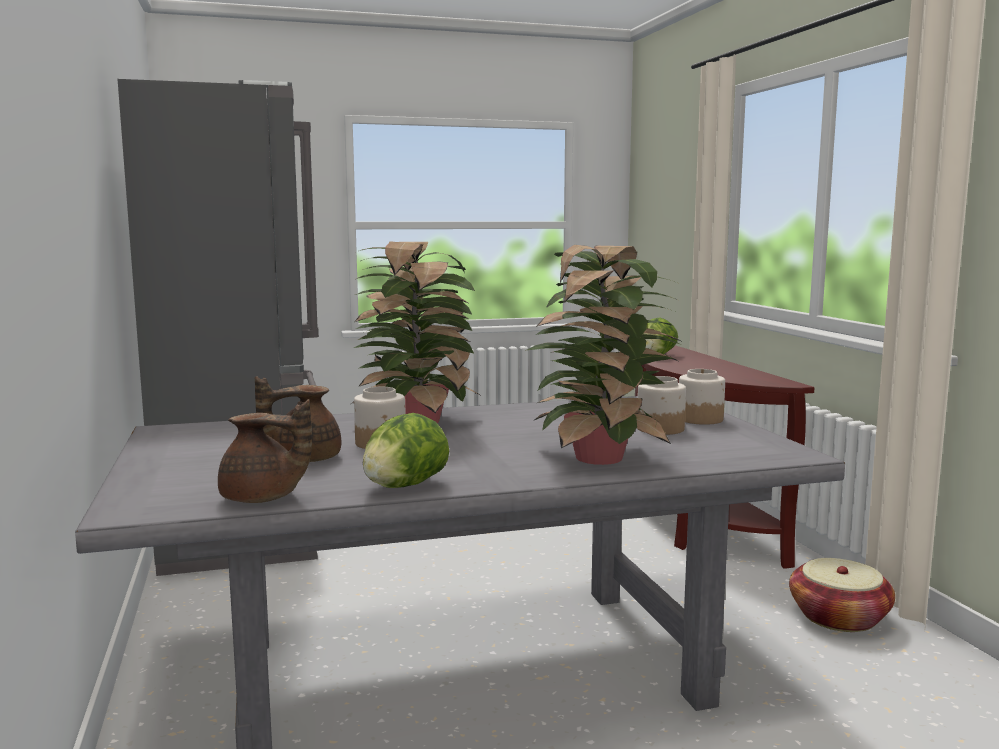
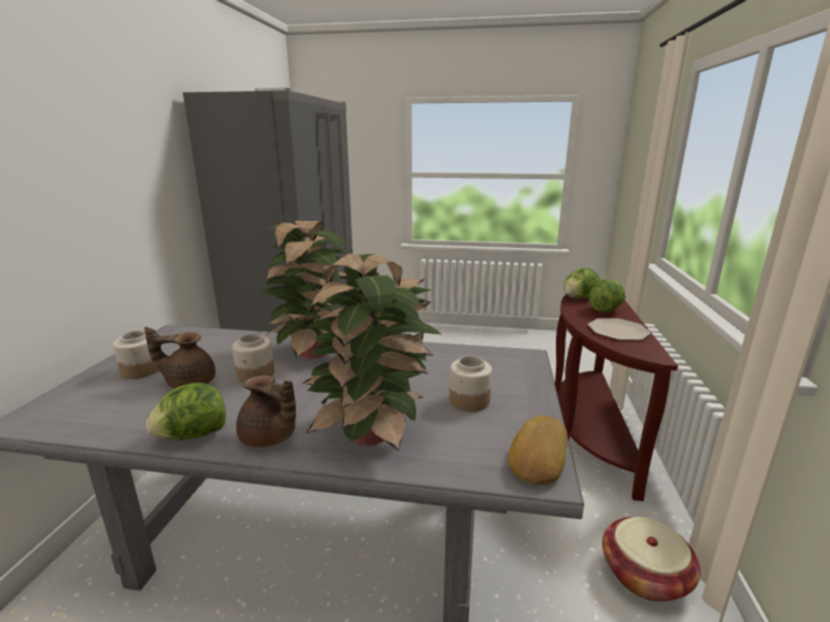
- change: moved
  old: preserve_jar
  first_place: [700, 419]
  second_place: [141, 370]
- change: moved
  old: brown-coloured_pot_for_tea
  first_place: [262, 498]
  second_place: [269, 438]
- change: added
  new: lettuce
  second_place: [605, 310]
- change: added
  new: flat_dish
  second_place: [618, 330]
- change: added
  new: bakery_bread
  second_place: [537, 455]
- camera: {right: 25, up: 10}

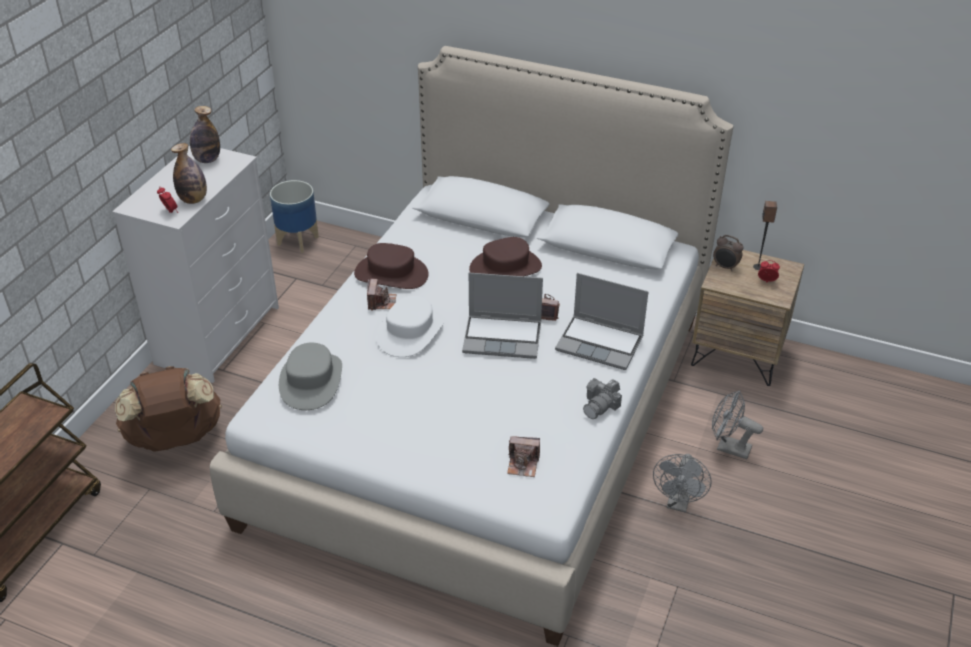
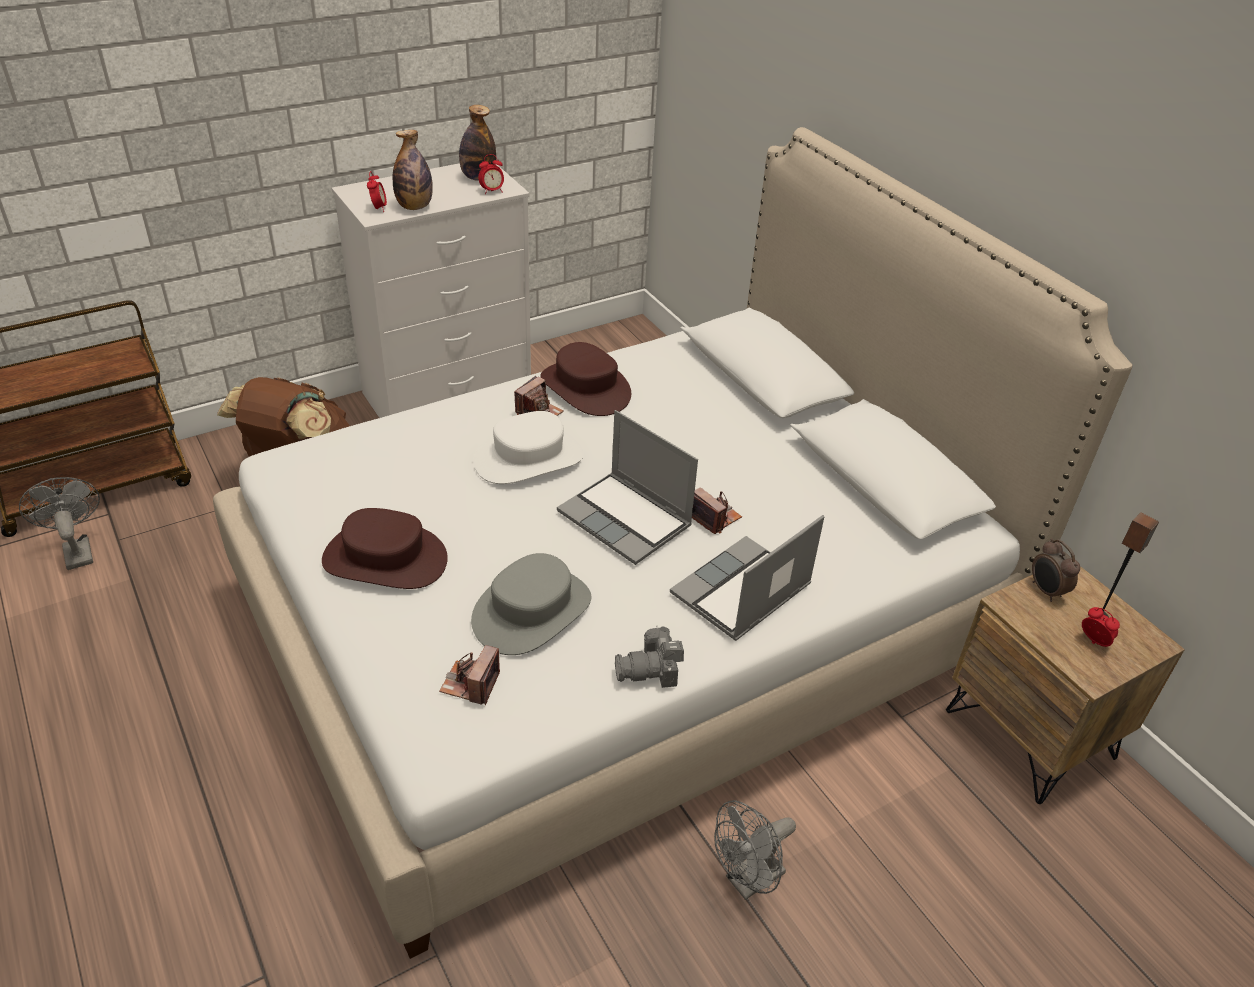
- change: removed
  old: flower_pot
  first_place: [298, 240]
- change: moved
  old: brown-coloured_hat
  first_place: [505, 268]
  second_place: [385, 559]
- change: turned
  old: notebook_computer
  first_place: [601, 343]
  second_place: [741, 592]
  degrees: 75
- change: moved
  old: grey_hat
  first_place: [311, 381]
  second_place: [531, 611]
- change: moved
  old: grey_electric_fan
  first_place: [728, 447]
  second_place: [76, 550]
- change: turned
  old: still_camera
  first_place: [523, 464]
  second_place: [471, 684]
  degrees: 60
- change: added
  new: bedside_clock
  second_place: [492, 191]
- camera: {right: 35, up: 0}

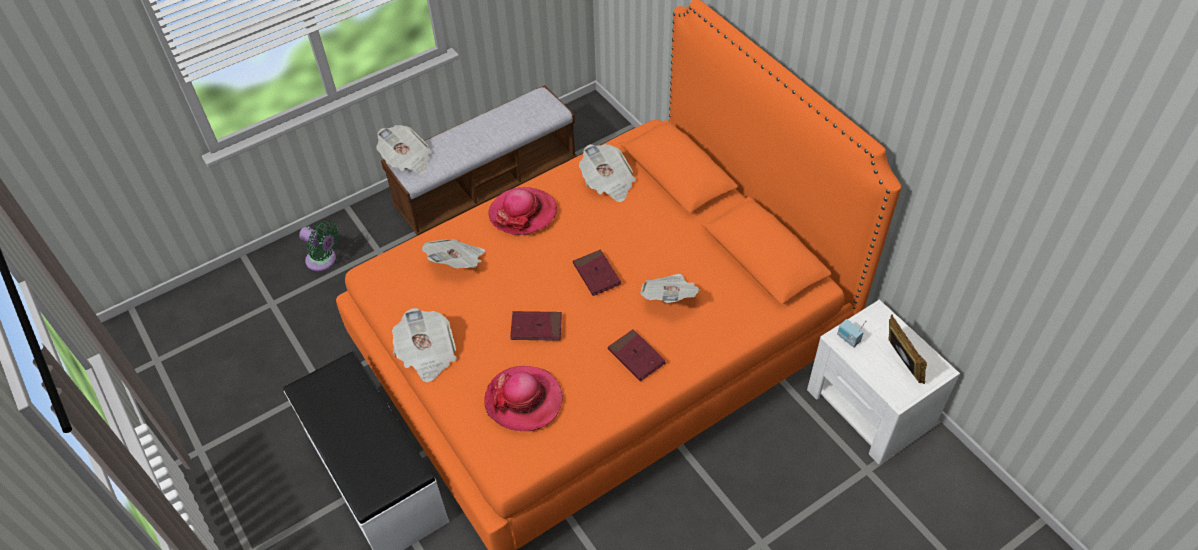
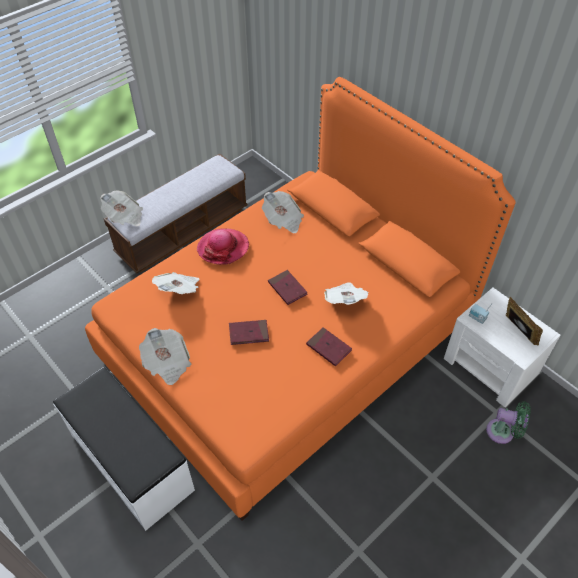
- change: moved
  old: greenish_electric_fan
  first_place: [323, 261]
  second_place: [503, 432]
- change: removed
  old: hat
  first_place: [524, 400]
- camera: {right: -10, up: 0}

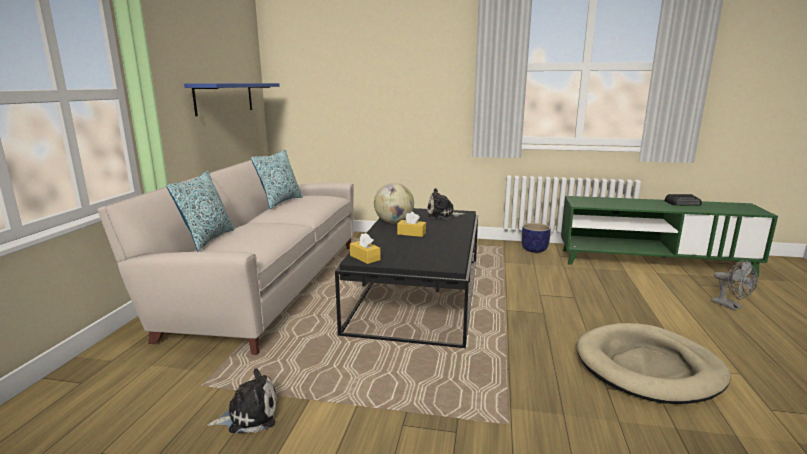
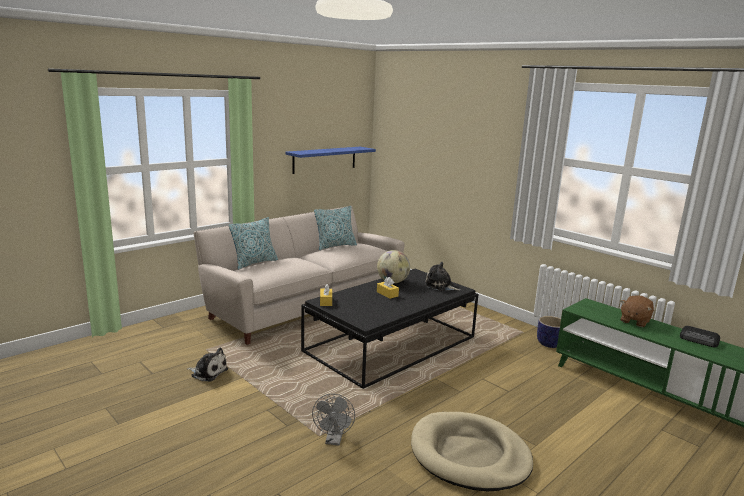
- change: moved
  old: grey_electric_fan
  first_place: [731, 306]
  second_place: [334, 440]
- change: added
  new: brown-coloured_plush_toy
  second_place: [634, 321]
- camera: {right: 35, up: 0}

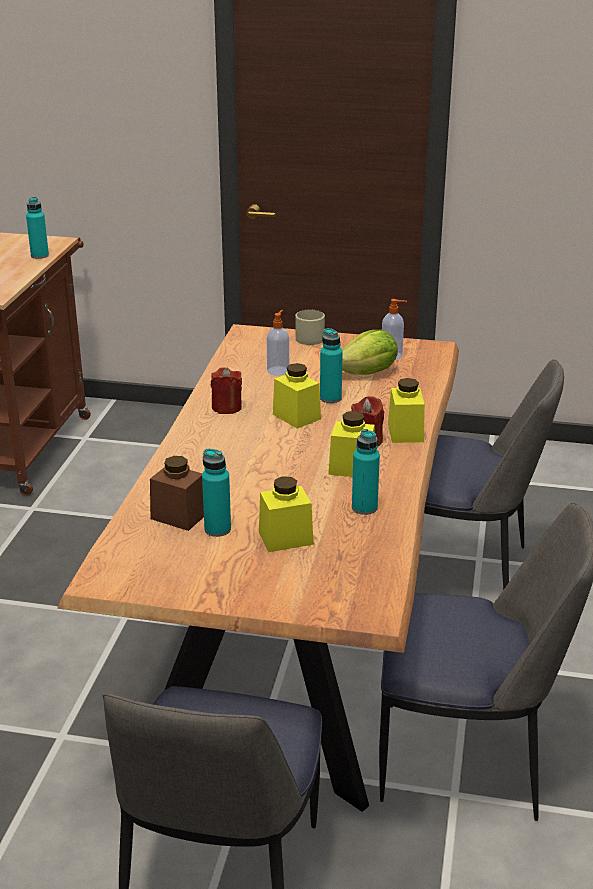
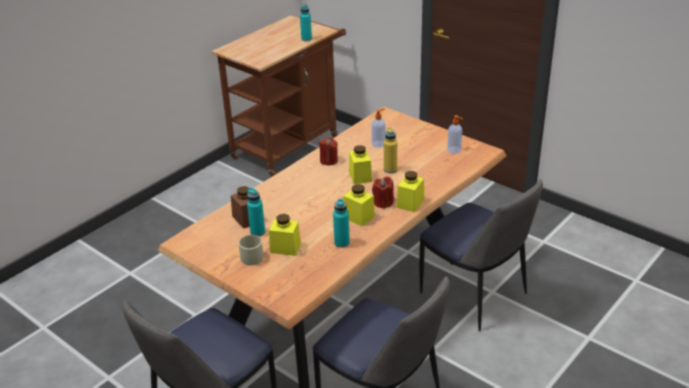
- change: moved
  old: beige-coloured_tea_mug
  first_place: [307, 337]
  second_place: [251, 256]
- change: recoloured
  old: blue-green_beverage_bottle
  new: yellow-coloured_beverage_bottle
  first_place: [330, 398]
  second_place: [390, 169]
- change: removed
  old: lettuce
  first_place: [368, 373]
- camera: {right: 30, up: 5}

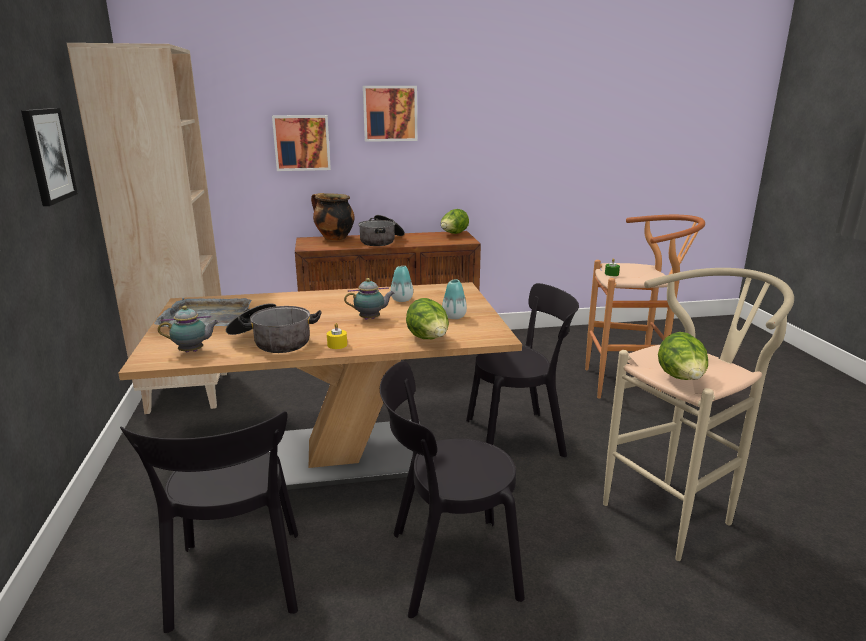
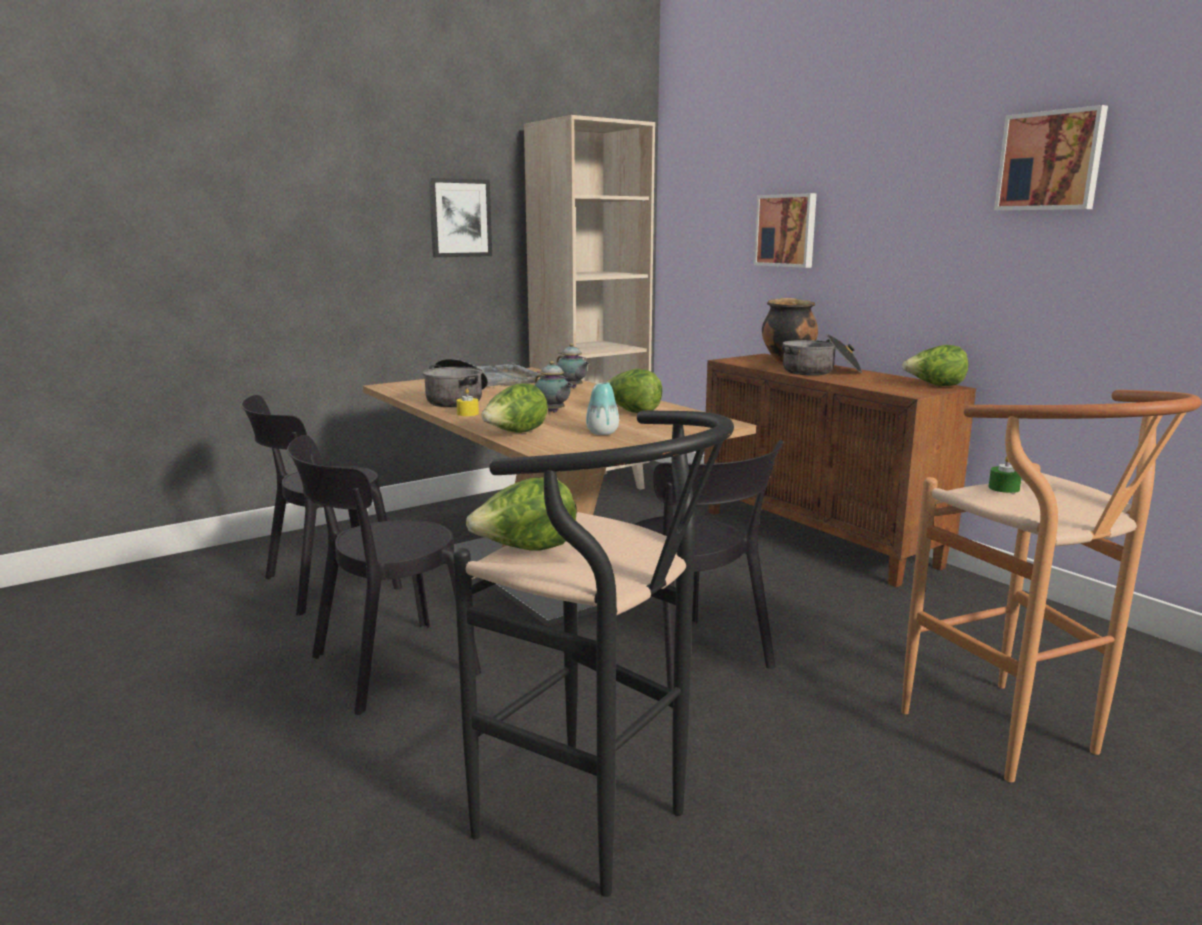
- change: moved
  old: wall_picture
  first_place: [390, 113]
  second_place: [1050, 161]
- change: replaced
  old: flower_vase
  new: lettuce
  first_place: [402, 300]
  second_place: [632, 412]
- change: recoloured
  old: beige-coloured_stool
  new: black_stool
  first_place: [676, 512]
  second_place: [599, 829]
- change: moved
  old: pot_for_tea
  first_place: [193, 351]
  second_place: [572, 388]
- change: turned
  old: black_chair
  first_place: [446, 565]
  second_place: [386, 667]
  degrees: -90
- camera: {right: 65, up: -5}

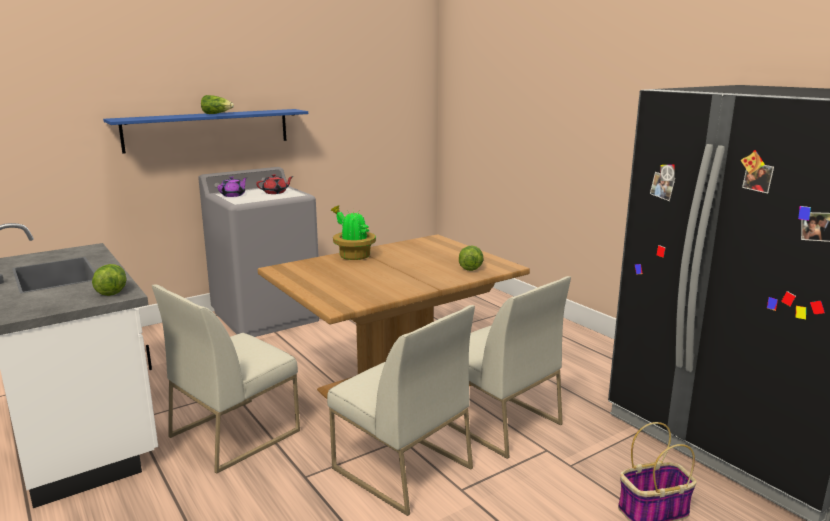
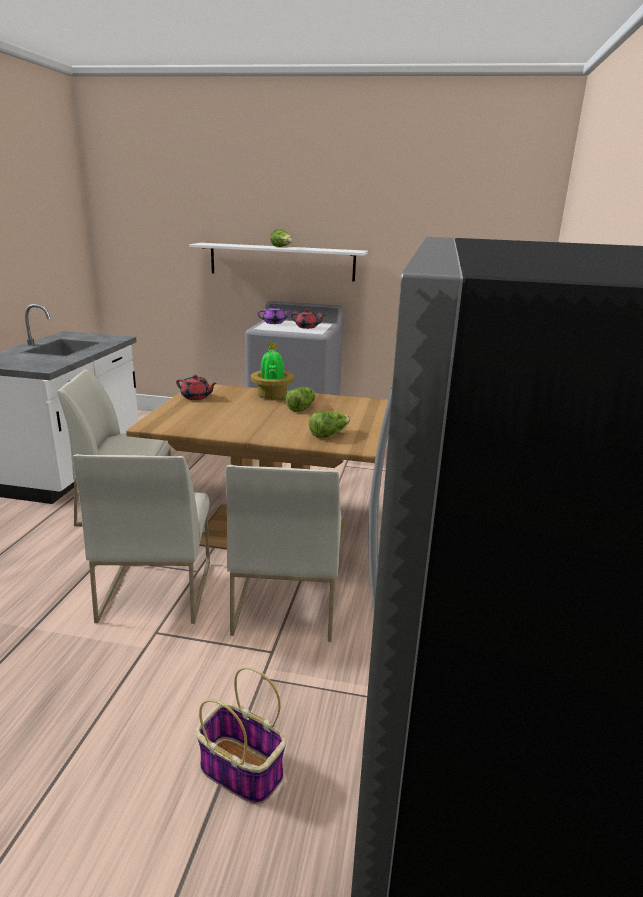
- change: recoloured
  old: blue-coloured_wall_shelf
  new: whitish_wall_shelf
  first_place: [208, 130]
  second_place: [282, 262]
- change: moved
  old: lettuce
  first_place: [111, 290]
  second_place: [301, 408]
- change: added
  new: red_pot_for_tea
  second_place: [196, 397]
- camera: {right: 45, up: 5}

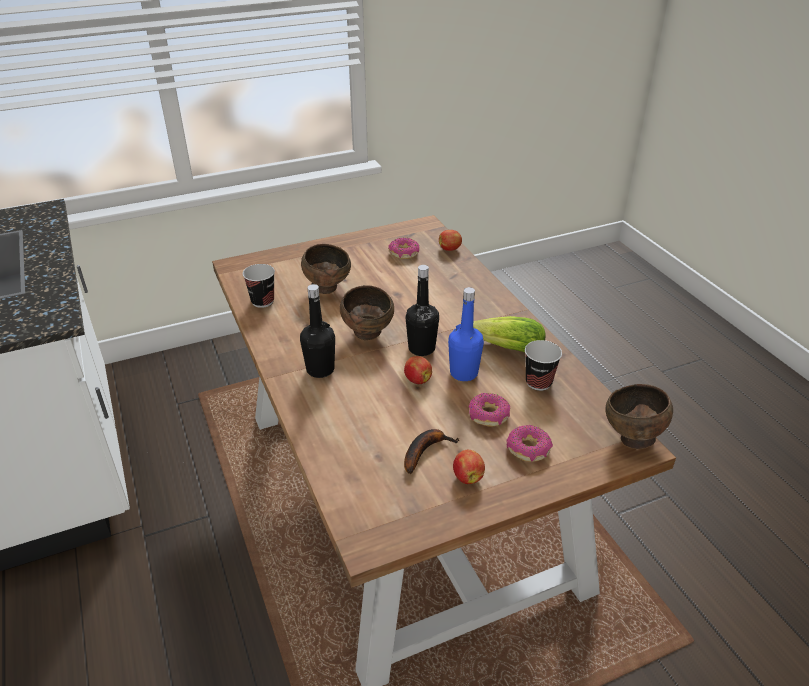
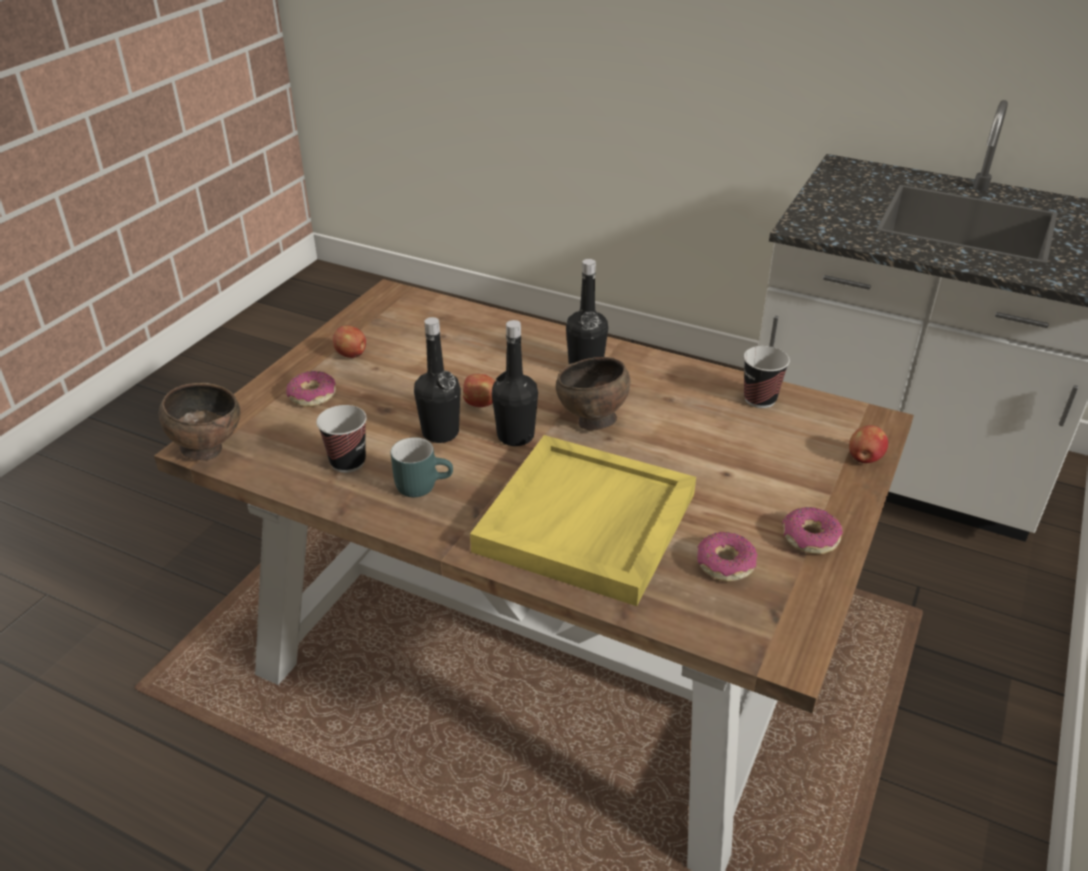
- change: moved
  old: apple_fruit
  first_place: [450, 249]
  second_place: [864, 459]
- change: removed
  old: brown-coloured_bowl
  first_place: [328, 288]
- change: recoloured
  old: blue-coloured_beverage_bottle
  new: black_beverage_bottle
  first_place: [463, 373]
  second_place: [440, 433]
- change: replaced
  old: lettuce
  new: blue-green_tea_mug
  first_place: [504, 347]
  second_place: [423, 484]
- change: moved
  old: ring_doughnut
  first_place: [489, 415]
  second_place: [810, 538]
- change: removed
  old: banana_fruit
  first_place: [425, 451]
- change: added
  new: yellow-coloured_serving_tray
  second_place: [587, 524]
- camera: {right: 140, up: 0}

